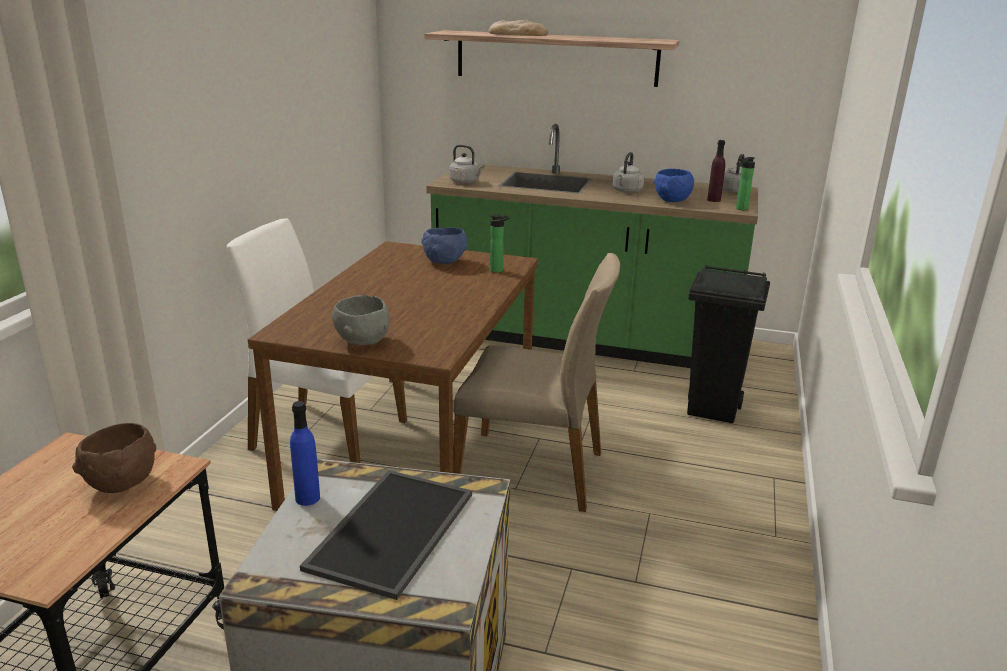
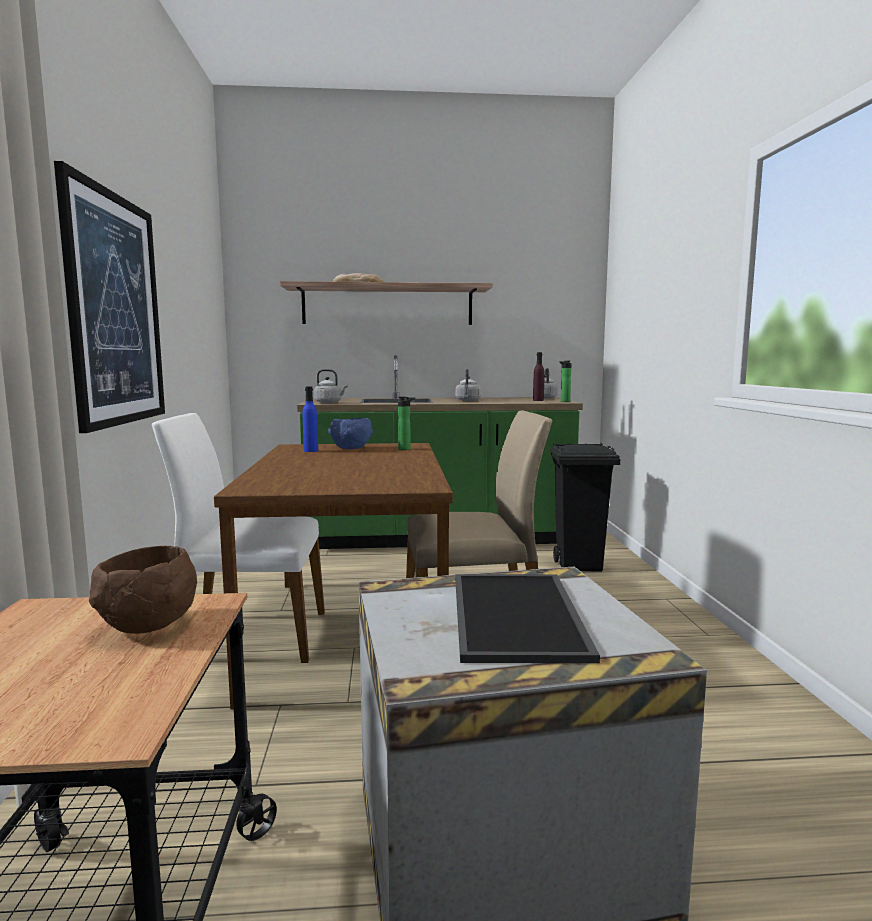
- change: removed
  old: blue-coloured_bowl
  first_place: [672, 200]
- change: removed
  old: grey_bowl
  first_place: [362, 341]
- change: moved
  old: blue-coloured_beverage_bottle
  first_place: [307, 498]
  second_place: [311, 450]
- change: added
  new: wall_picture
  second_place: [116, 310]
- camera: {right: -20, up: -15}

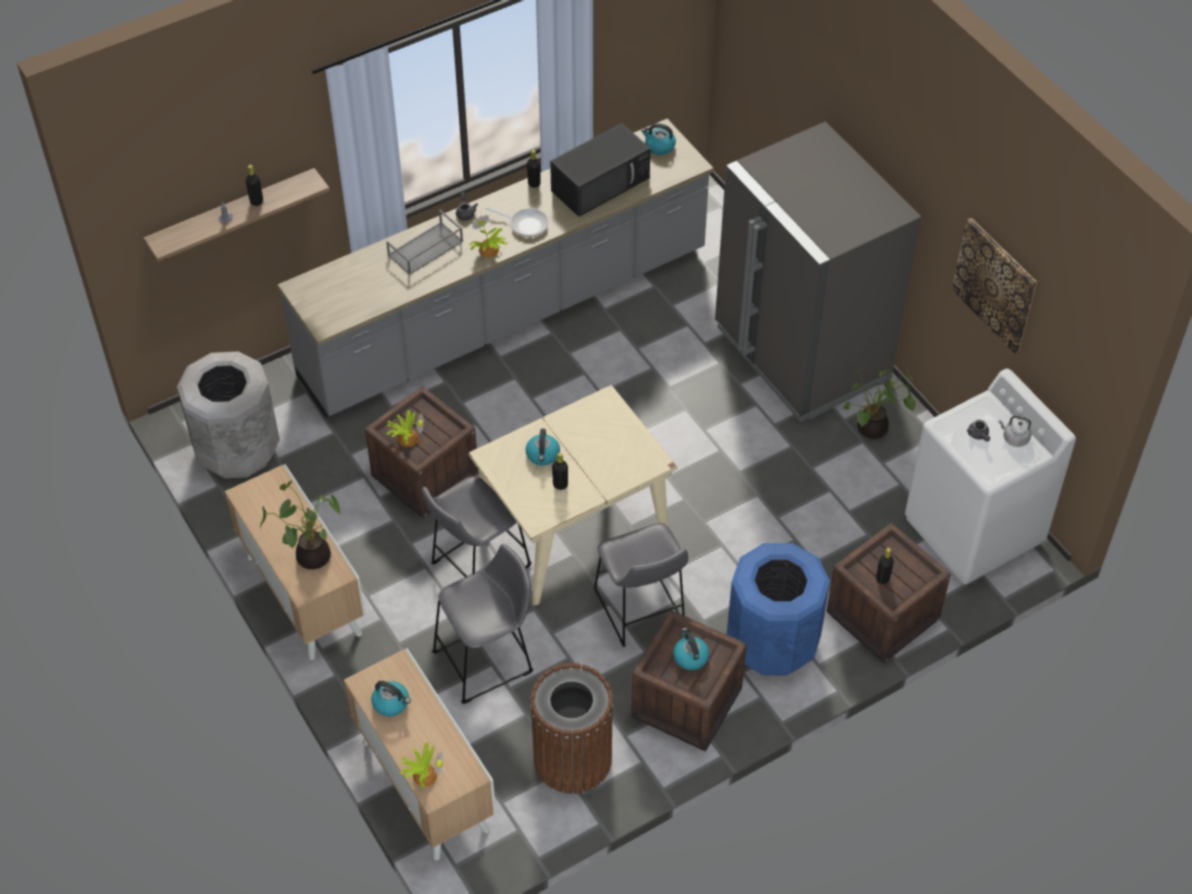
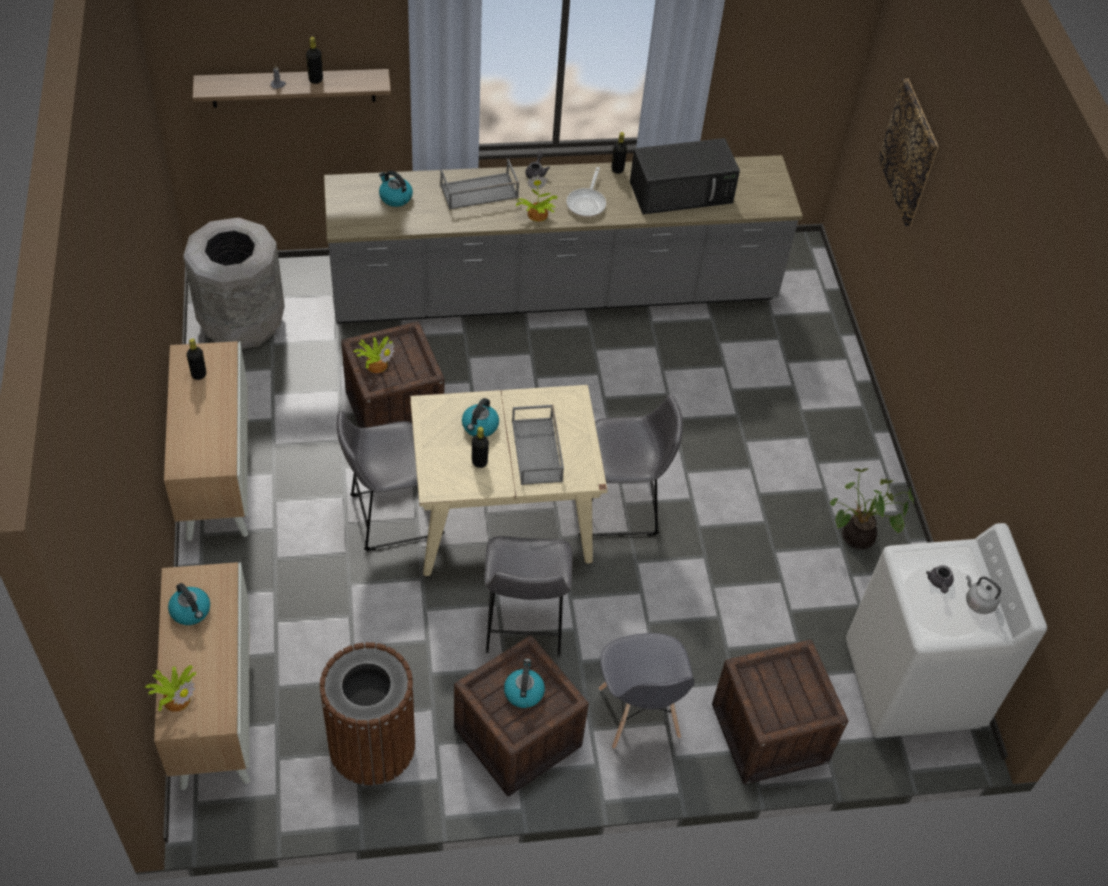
- change: removed
  old: grey_refrigerator
  first_place: [801, 354]
- change: moved
  old: tea_kettle
  first_place: [659, 146]
  second_place: [395, 197]
- change: turned
  old: skillet
  first_place: [525, 224]
  second_place: [587, 203]
  degrees: 60
- change: moved
  old: wall_picture
  first_place: [995, 284]
  second_place: [909, 152]
- change: removed
  old: plant_in_a_pot
  first_place: [311, 555]
- change: replaced
  old: blue-coloured_waste_bin
  new: grey_chair
  first_place: [773, 643]
  second_place: [638, 714]
- change: moved
  old: grey_stool
  first_place: [488, 660]
  second_place: [620, 508]
- change: moved
  old: black_beverage_bottle
  first_place: [882, 578]
  second_place: [199, 374]
- change: added
  new: grey_serving_tray
  second_place: [538, 451]
- camera: {right: 20, up: 0}

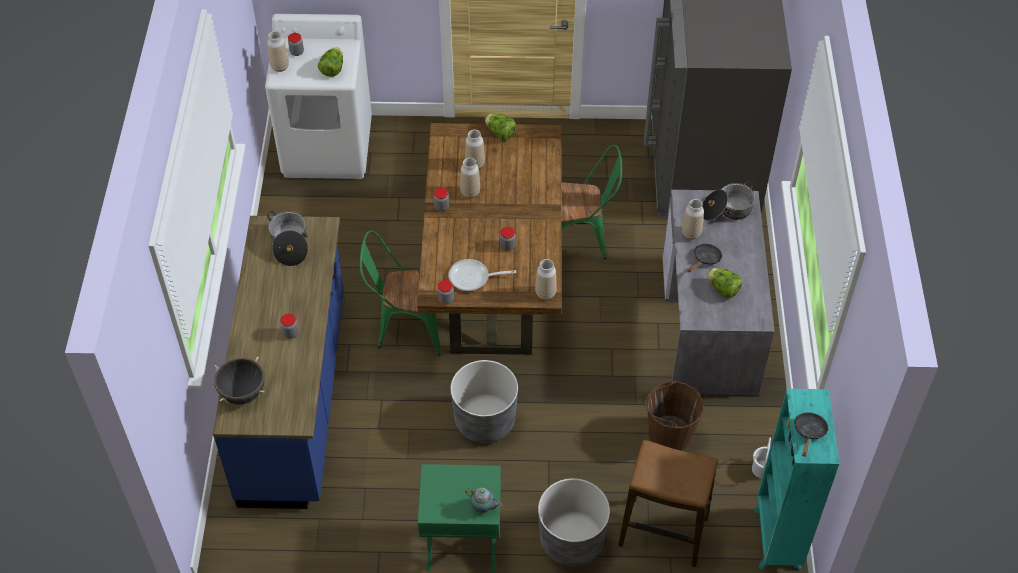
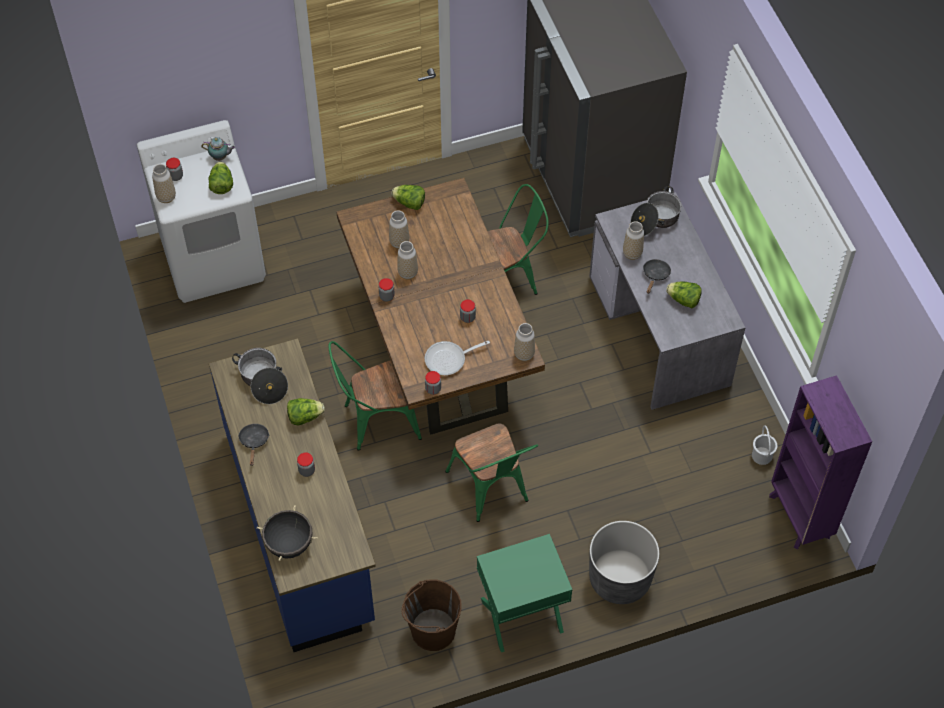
- change: replaced
  old: grey_flower_pot
  new: greenish_chair
  first_place: [485, 420]
  second_place: [491, 490]
- change: moved
  old: brown-coloured_bucket
  first_place: [669, 435]
  second_place: [432, 630]
- change: recoloured
  old: blue-green_bookshelf
  new: purple-coloured_bookshelf
  first_place: [776, 540]
  second_place: [799, 517]
- change: moved
  old: black_skillet
  first_place: [809, 432]
  second_place: [254, 442]
- change: removed
  old: stool
  first_place: [663, 532]
- change: moved
  old: pot_for_tea
  first_place: [483, 508]
  second_place: [220, 157]
- change: added
  new: lettuce
  second_place: [305, 417]
- camera: {right: -20, up: 5}

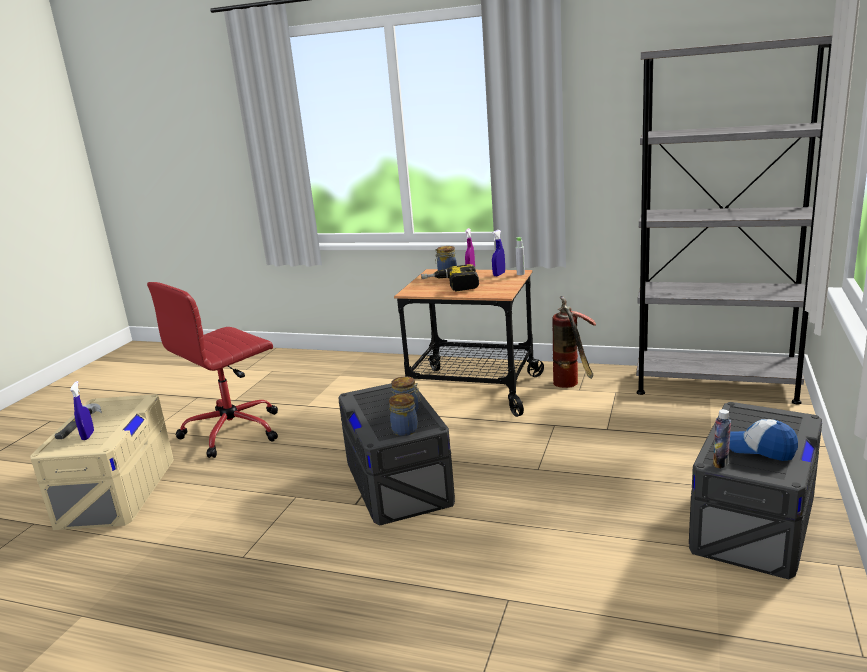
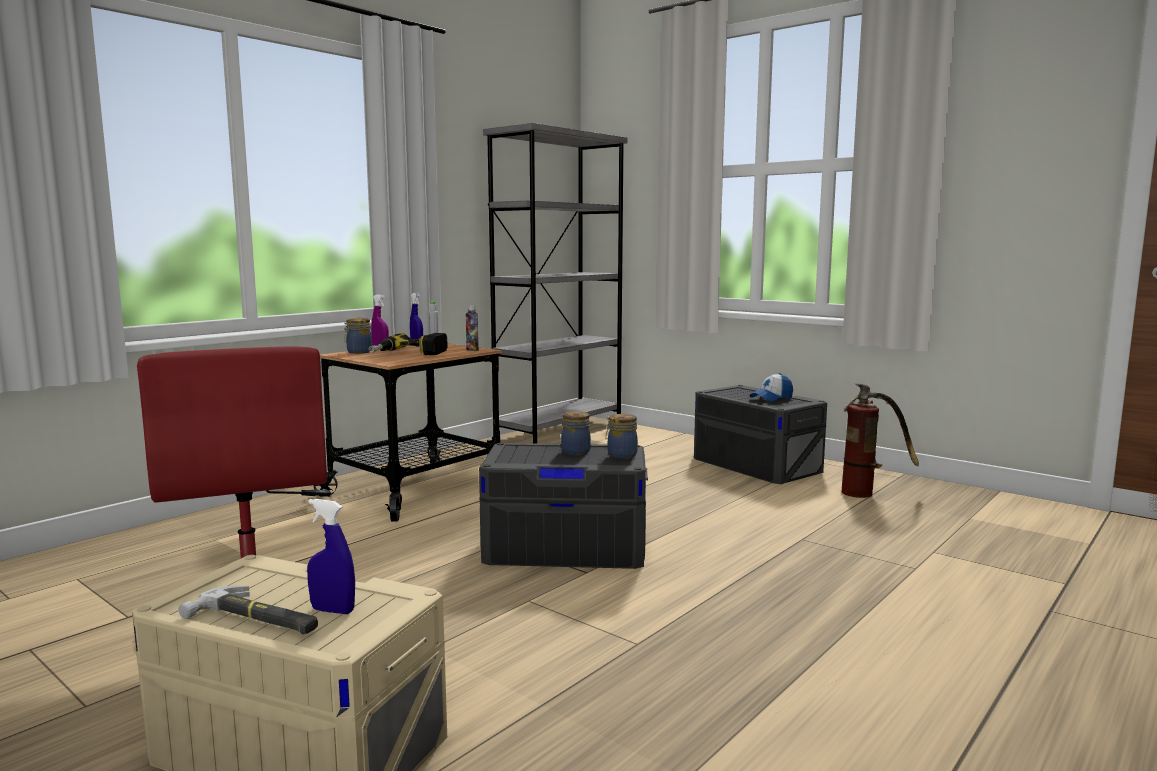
- change: moved
  old: extinguisher
  first_place: [573, 385]
  second_place: [868, 491]
- change: moved
  old: beverage_bottle
  first_place: [720, 463]
  second_place: [472, 350]
- camera: {right: -70, up: -10}

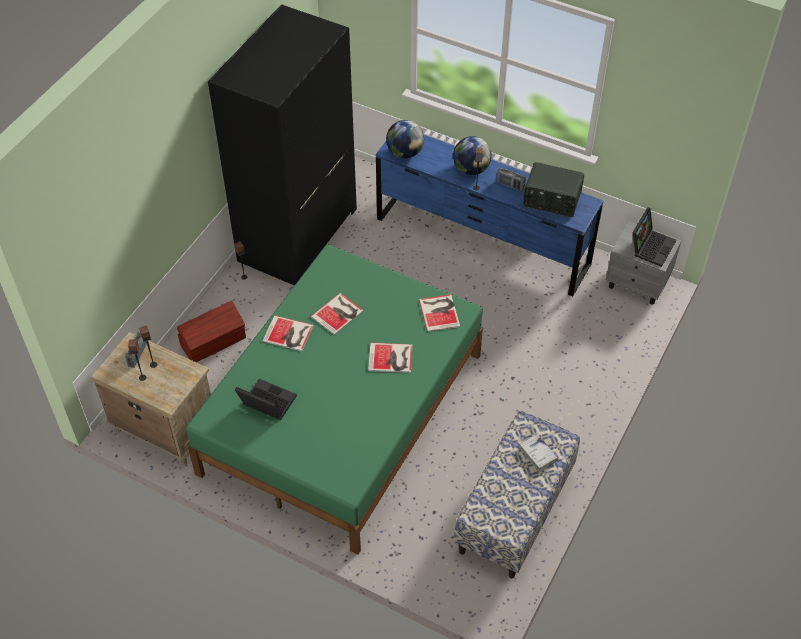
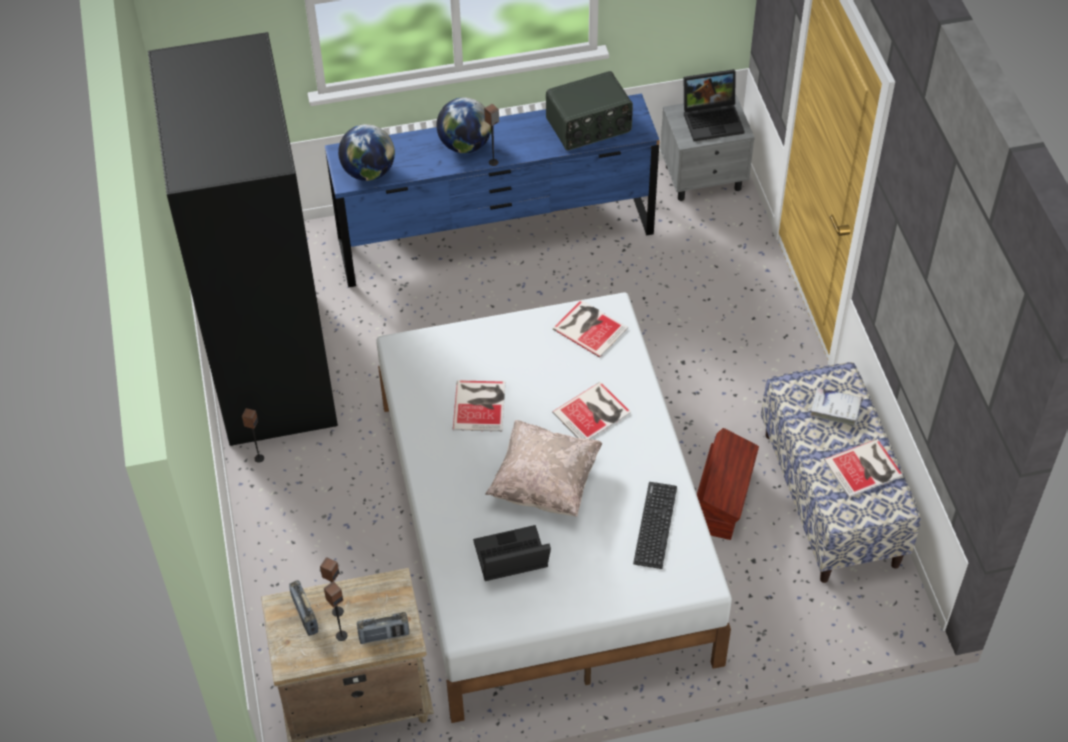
- change: moved
  old: radio_receiver
  first_place: [510, 185]
  second_place: [384, 635]
- change: turned
  old: notebook_computer
  first_place: [651, 246]
  second_place: [713, 119]
  degrees: 90
- change: recoloured
  old: greenish_bed
  new: whitish_bed
  first_place: [342, 412]
  second_place: [543, 529]
- change: moved
  old: brown-coloured_storage_container
  first_place: [214, 342]
  second_place: [721, 498]
- change: moved
  old: book
  first_place: [289, 334]
  second_place: [865, 468]
- change: added
  new: beige-coloured_throw_pillow
  second_place: [545, 483]
- change: added
  new: PC_keyboard
  second_place: [655, 525]
- camera: {right: -40, up: 0}

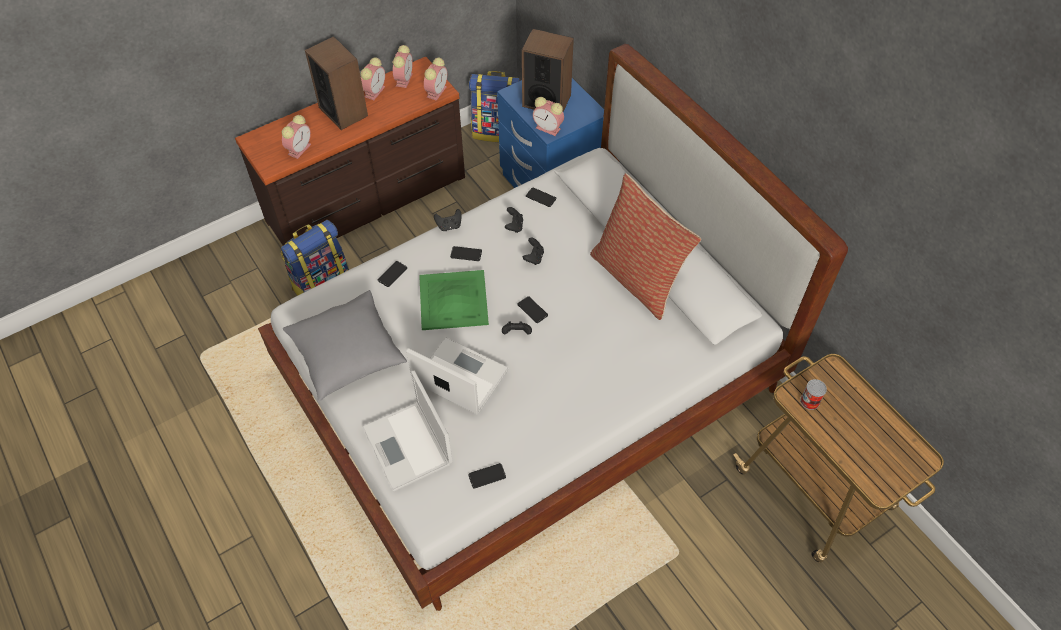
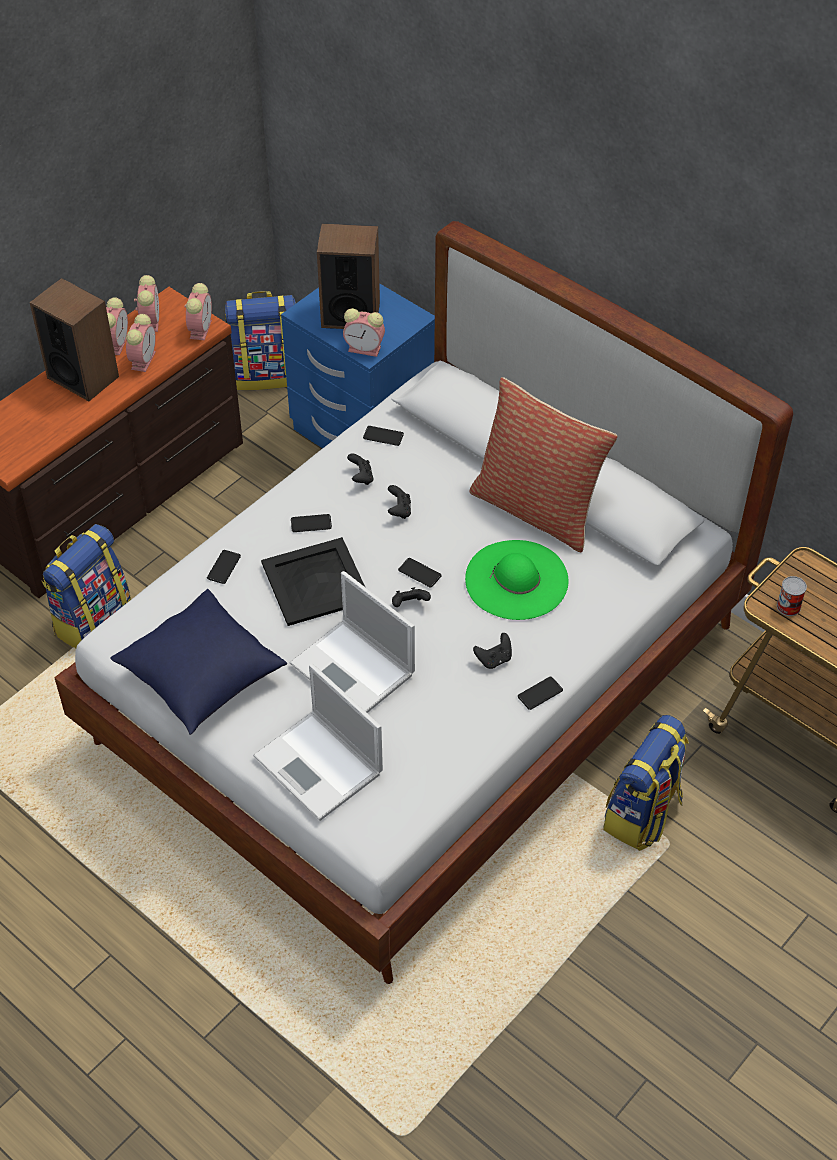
- change: moved
  old: bedside_clock
  first_place: [300, 148]
  second_place: [143, 359]
- change: moved
  old: black_joypad
  first_place: [449, 226]
  second_place: [494, 659]
- change: recoloured
  old: greenish_serving_tray
  new: black_serving_tray
  first_place: [454, 299]
  second_place: [316, 581]
- change: recoloured
  old: grey_throw_pillow
  new: blue-coloured_throw_pillow
  first_place: [347, 355]
  second_place: [201, 676]
- change: turned
  old: notebook_computer
  first_place: [459, 376]
  second_place: [354, 670]
  degrees: -150
- change: moved
  old: phone
  first_place: [487, 476]
  second_place: [540, 693]
- change: added
  new: greenish_hat
  second_place: [517, 580]
- change: added
  new: knapsack
  second_place: [643, 814]
- camera: {right: -15, up: -5}

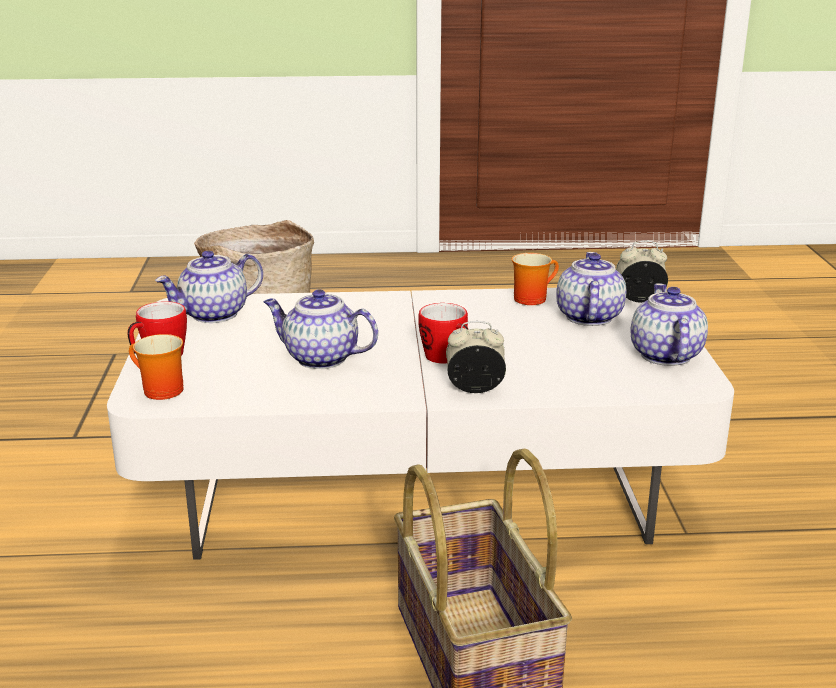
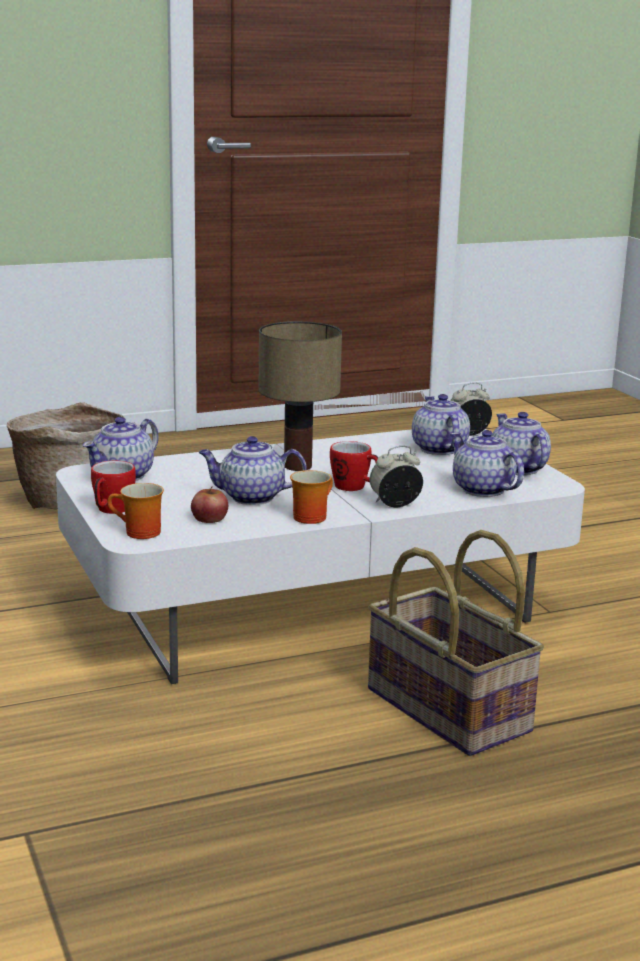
- change: moved
  old: tea_mug
  first_place: [531, 298]
  second_place: [310, 516]
- change: added
  new: table_lamp
  second_place: [296, 466]
- change: added
  new: pot_for_tea
  second_place: [481, 489]
- change: added
  new: apple_fruit
  second_place: [209, 518]
- camera: {right: -20, up: -5}

